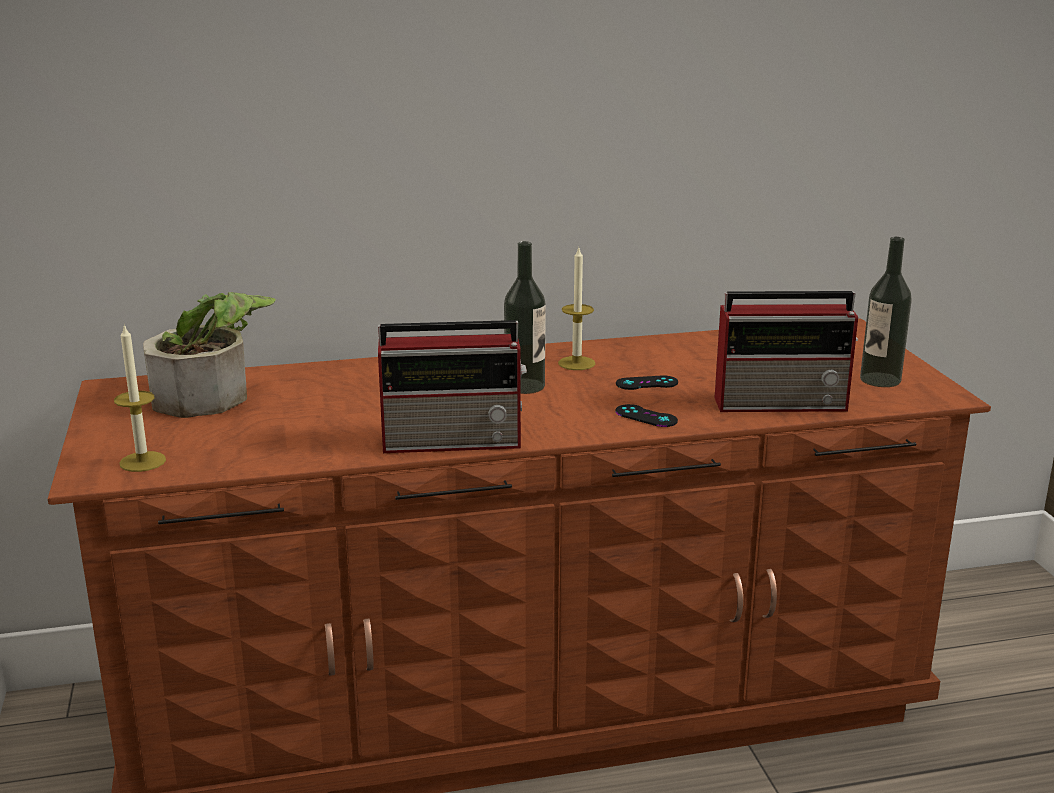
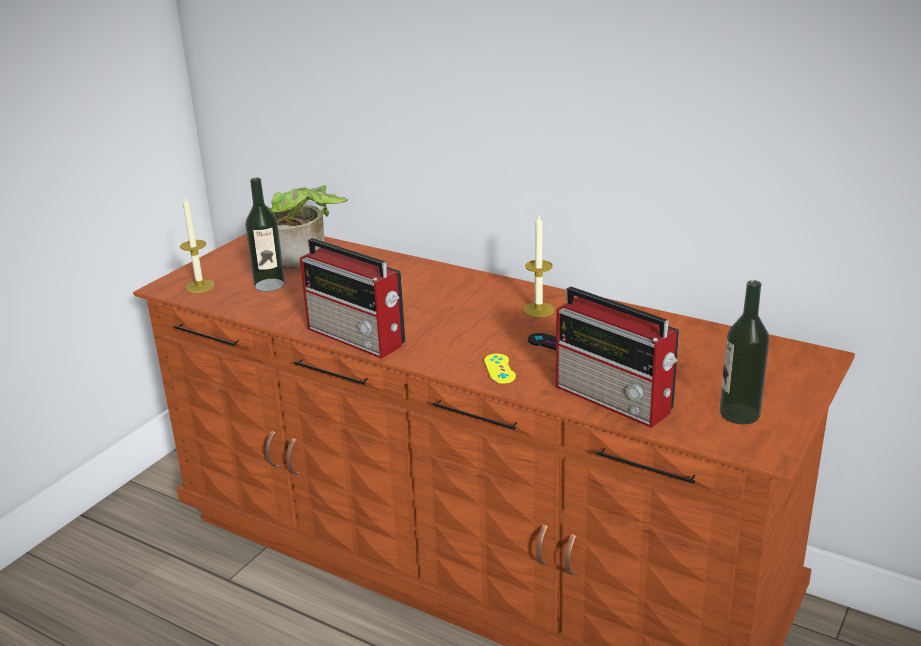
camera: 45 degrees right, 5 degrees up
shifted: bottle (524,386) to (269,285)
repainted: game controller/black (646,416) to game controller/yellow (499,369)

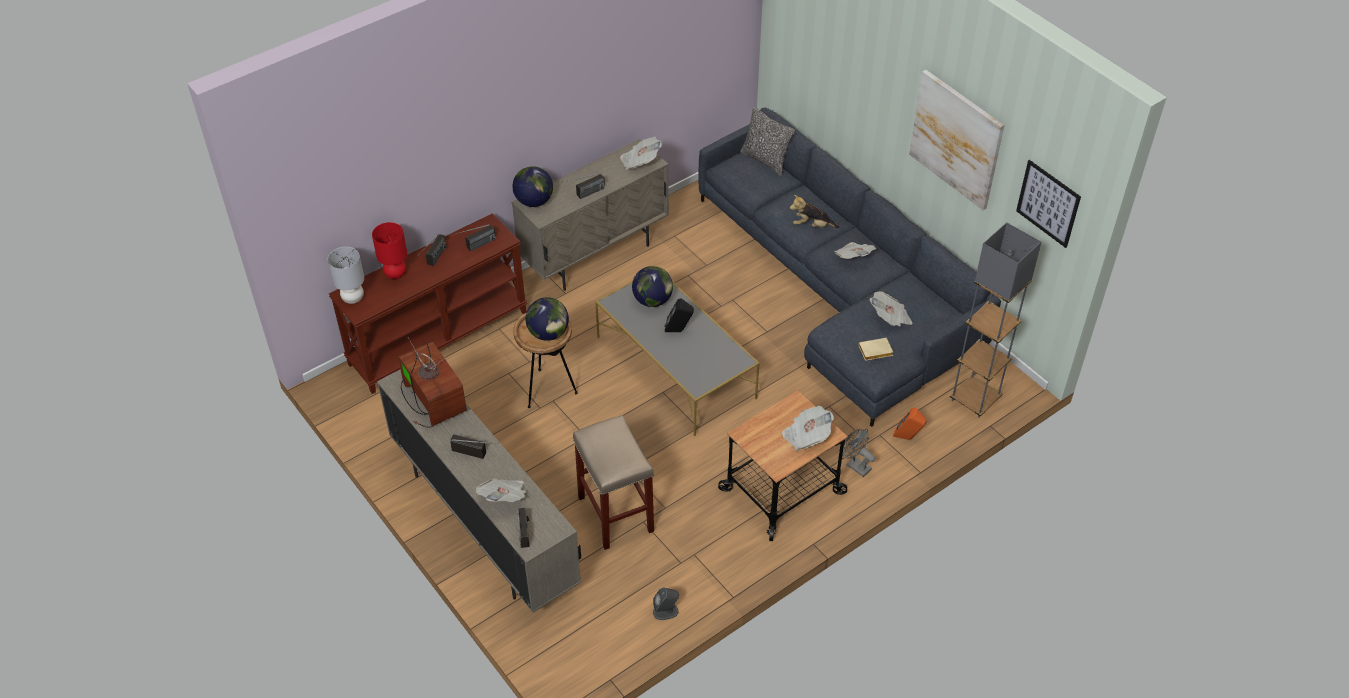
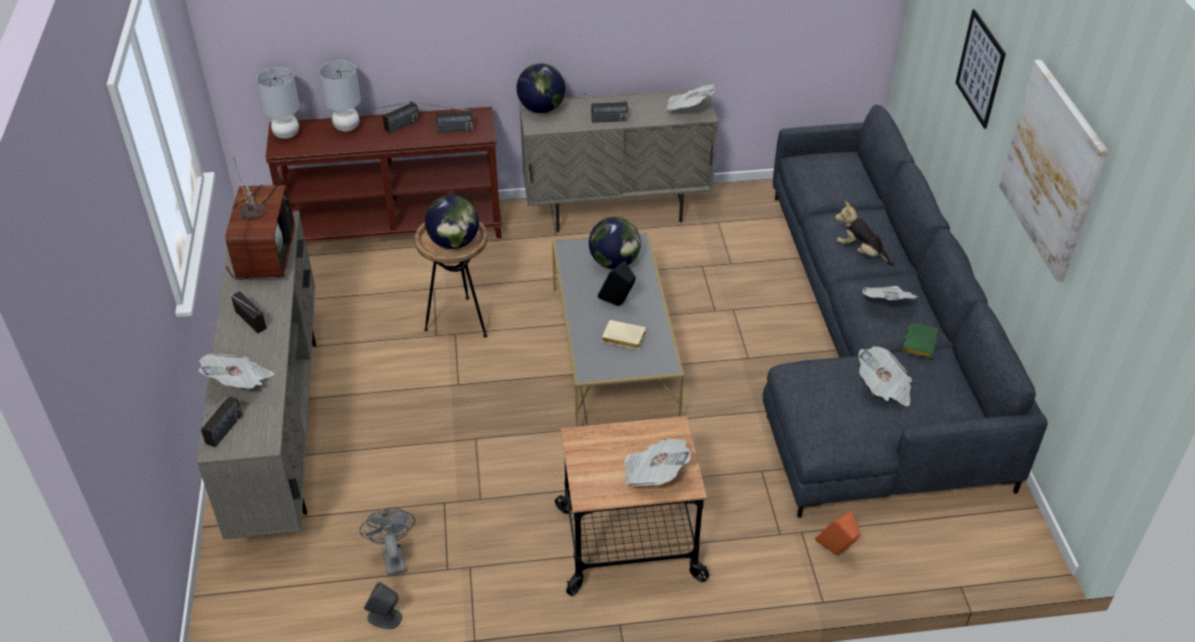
camera: 30 degrees right, 5 degrees down
gone: pillow (765,160); floor lamp/grey (975,399); stool/beige (616,515)
new: book/green (921,345)
shifted: picture (1048,203) to (980,68); book/beige (874,352) to (622,338); fan/grey (855,465) to (393,557)
repainted: table lamp/red (396,273) to table lamp/grey (347,127)

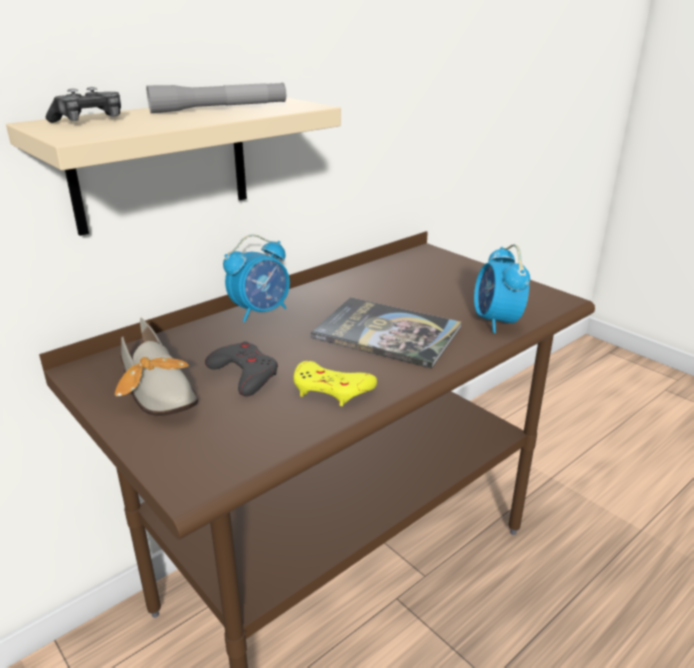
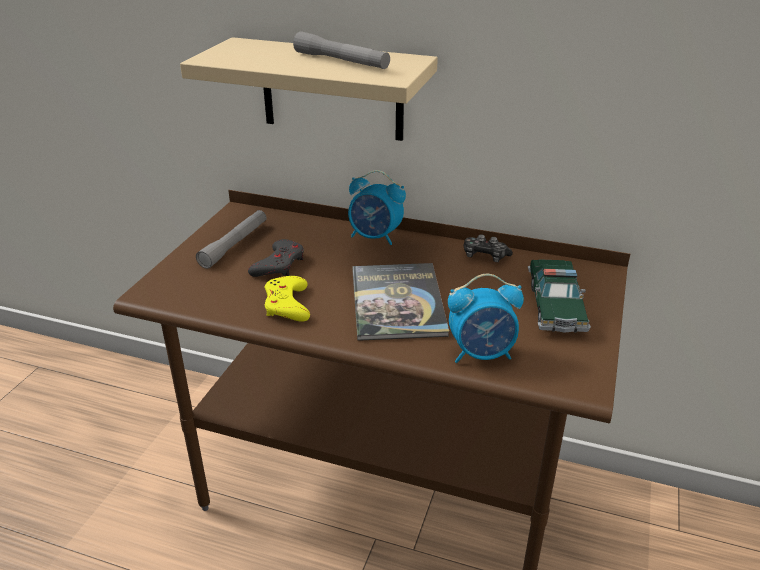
camera: 60 degrees right, 5 degrees up
new: toy car (555,305)
shifted: game controller (90,121) to (485,256)
swapped: shoe (160,391) to flashlight/grey (234,245)
rotated: alarm clock (496,322) = (482,354) 150 degrees counterclockwise

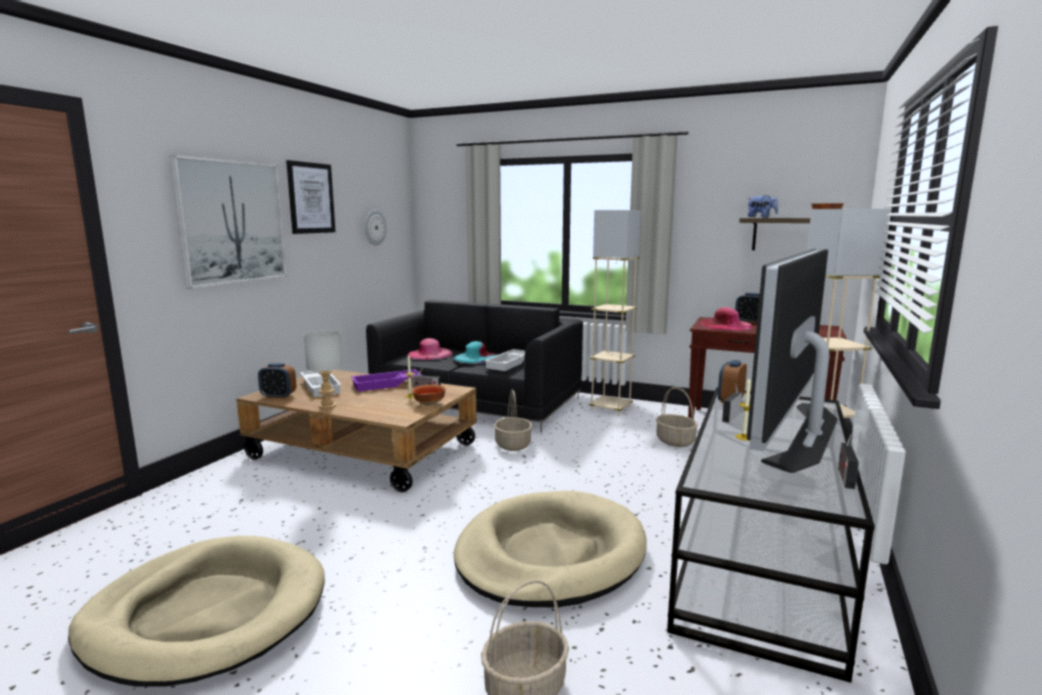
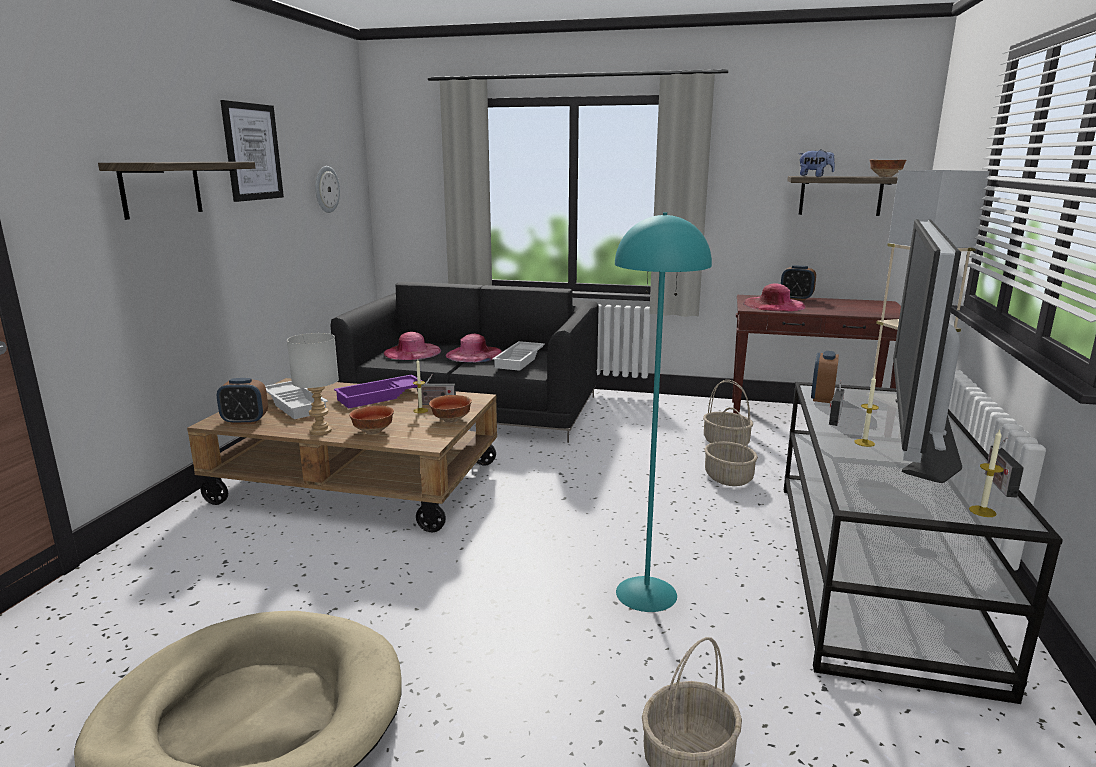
camera: 10 degrees left, 5 degrees up
gone: floor lamp/beige (610,408)
new: bowl (372,431); candle (982,511)
shifted: basket (512,445) to (727,477)
swapped: picture (232,222) to shelf (161,189); dog bed/beige (550,554) to floor lamp/turquoise (645,593)
repainted: hat/turquoise (476,358) to hat/pink (474,354)

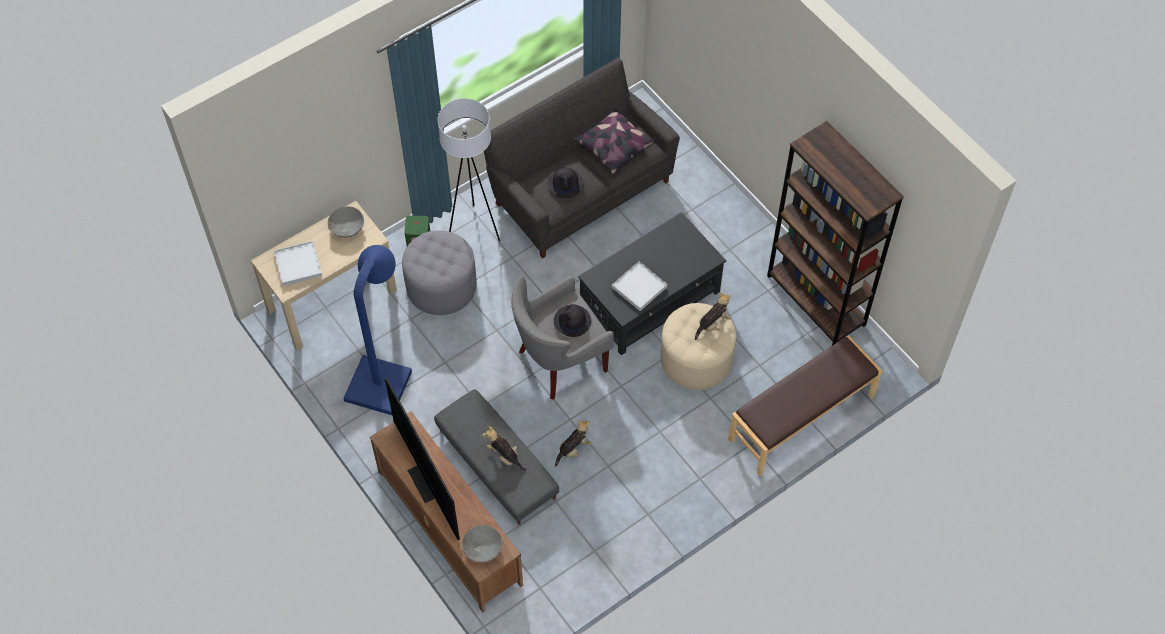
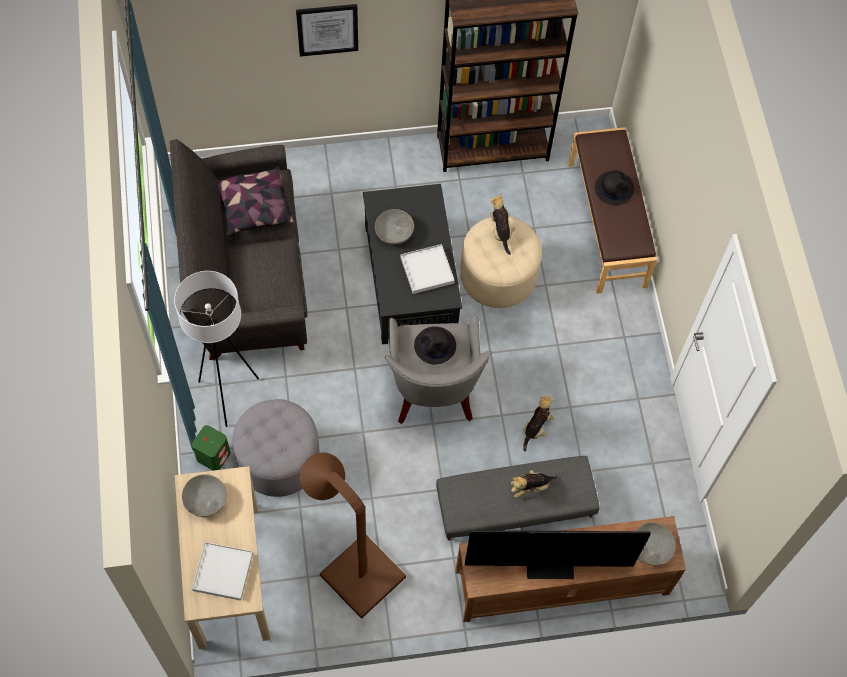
camera: 65 degrees left, 5 degrees up
new: picture (327,29); bowl/grey (394,232)
shifted: hat/black (565,184) to (614,188)
repainted: floor lamp/blue (382,377) to floor lamp/brown (354,567)
rotated: plush toy (573,449) = (536,428) 45 degrees clockwise

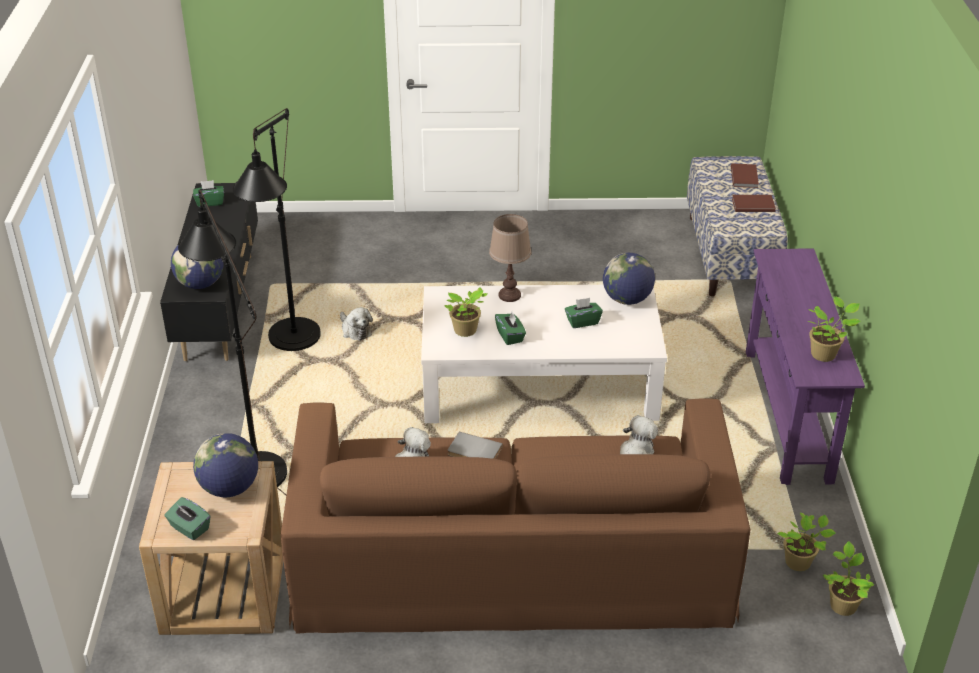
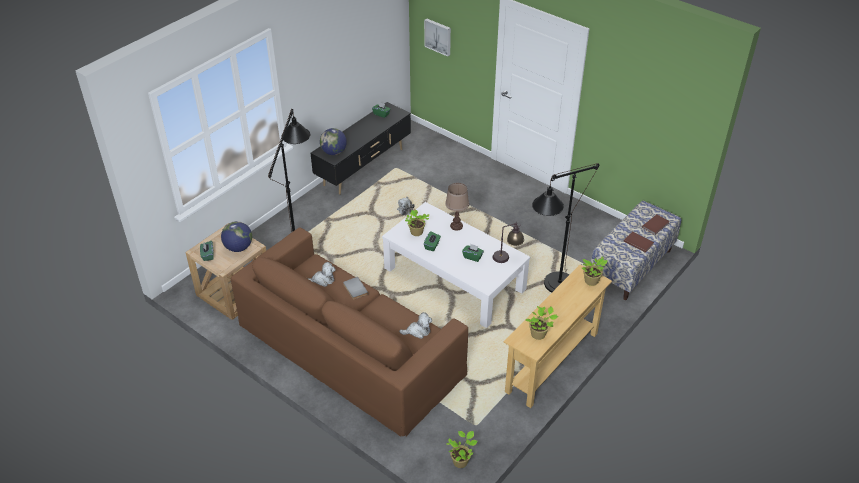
camera: 40 degrees right, 5 degrees up
new: picture (438,36)
shifted: floor lamp/black (291,345) to (553,288); potted plant (800,563) to (592,282)
swapped: globe (627,299) to table lamp (507,257)
repainted: console table/purple (788,414) to console table/beige (552,362)

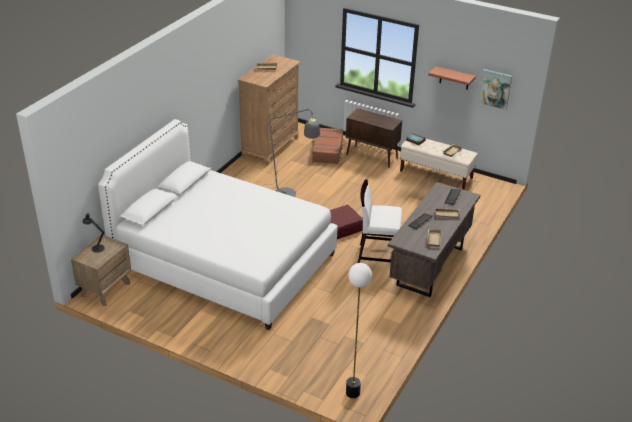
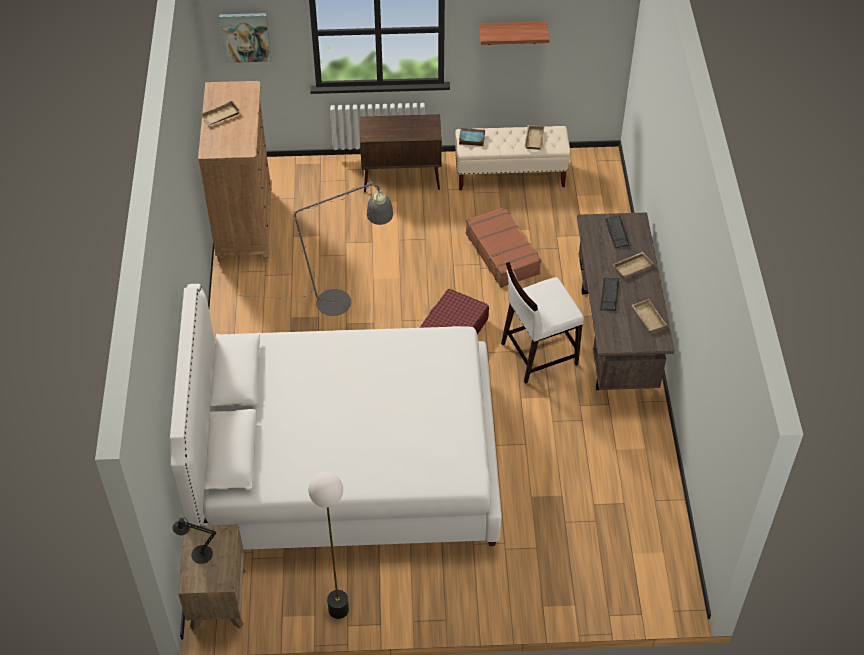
camera: 30 degrees left, 15 degrees up
shifted: picture (495,88) to (245,37); suitcase/brown (328,150) to (502,253); floor lamp (352,393) to (338,610)

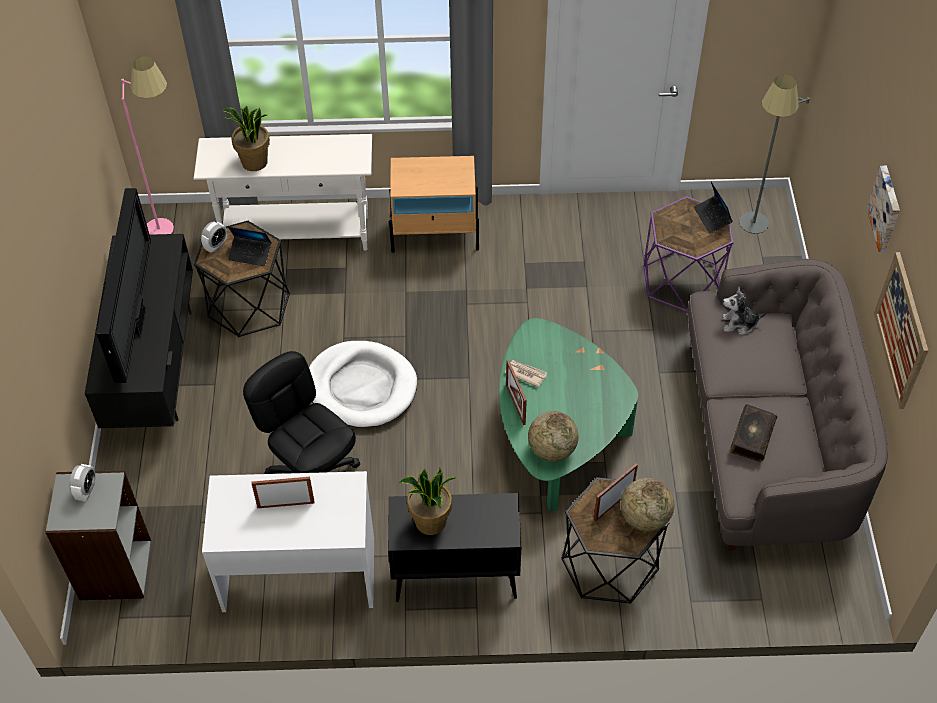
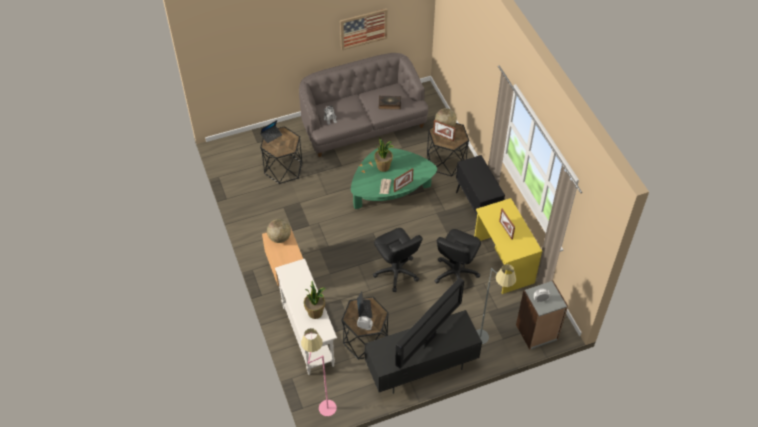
camera: 110 degrees left, 0 degrees up
gone: picture (886,208)
shifted: floor lamp/grey (752,232) to (488,336); globe (552,450) to (279,238); potted plant (430,522) to (383,167)
swapped: dog bed/white (361,387) to office chair/black (396,272)
repainted: side table/purple (682,281) to side table/black (283,168); desk/white (299,573) to desk/yellow (502,262)
rotated: television (138,320) = (429,338) 150 degrees clockwise

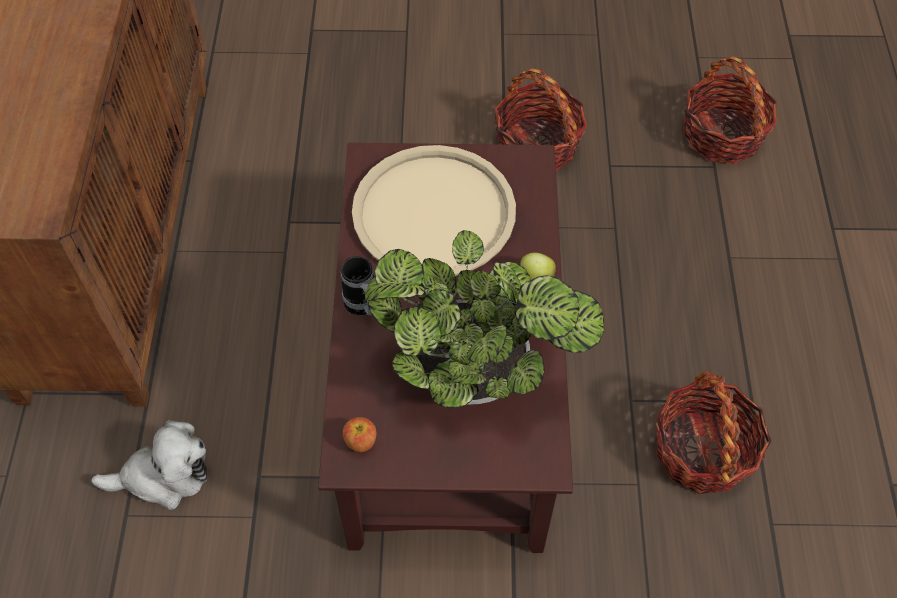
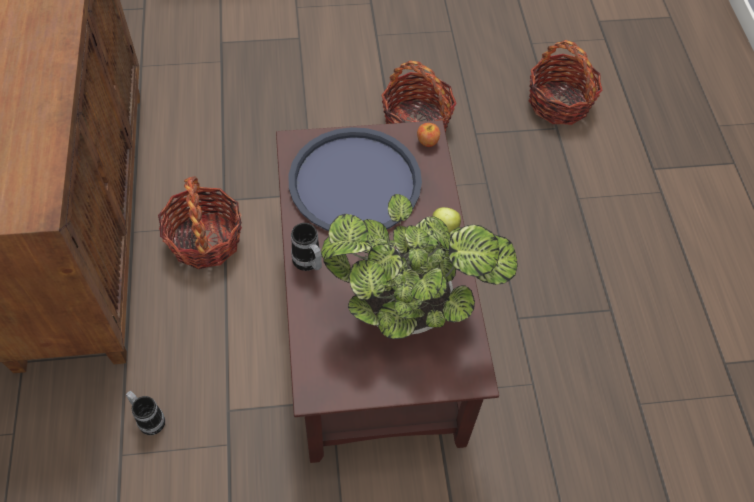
camera: 10 degrees left, 0 degrees up
shifted: basket (702,450) to (205,240); apple (361,441) to (427,141)
swapped: plush toy (164,476) to mug (148,419)
repainted: tray/beige (434,213) to tray/blue (355,182)

